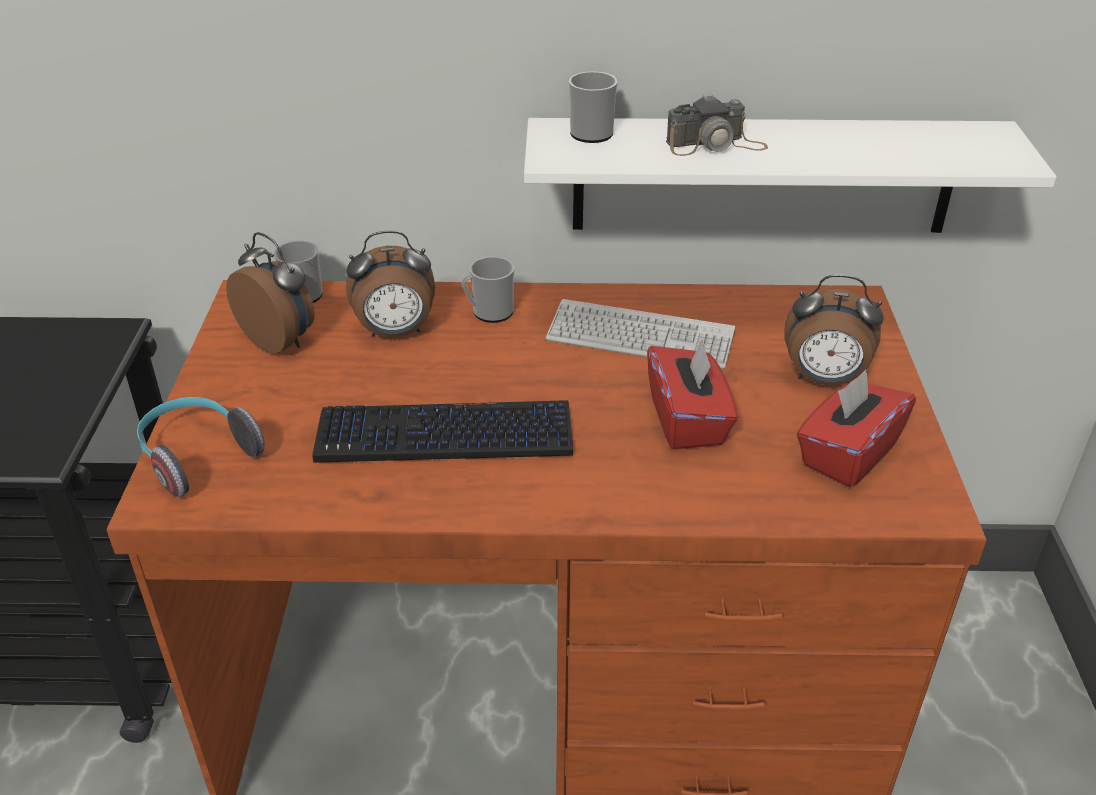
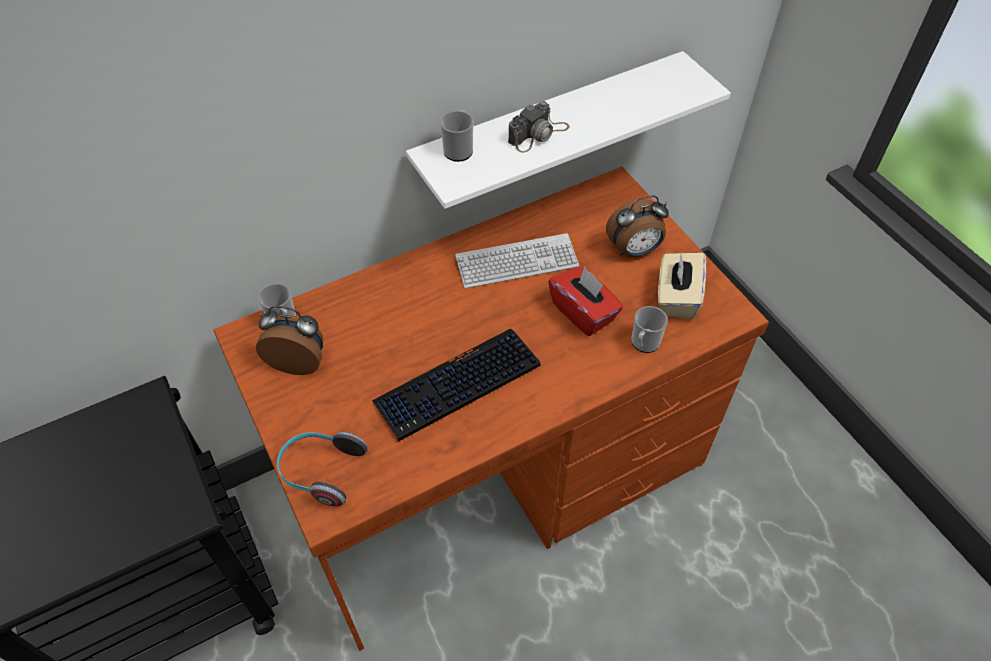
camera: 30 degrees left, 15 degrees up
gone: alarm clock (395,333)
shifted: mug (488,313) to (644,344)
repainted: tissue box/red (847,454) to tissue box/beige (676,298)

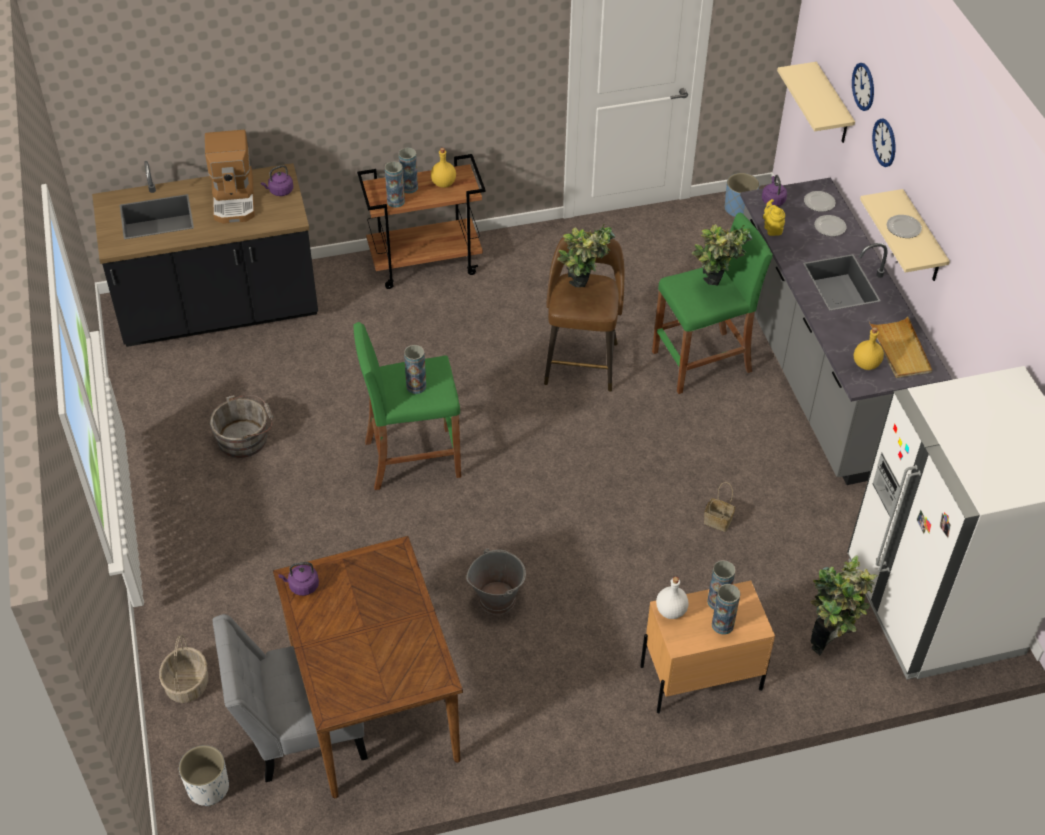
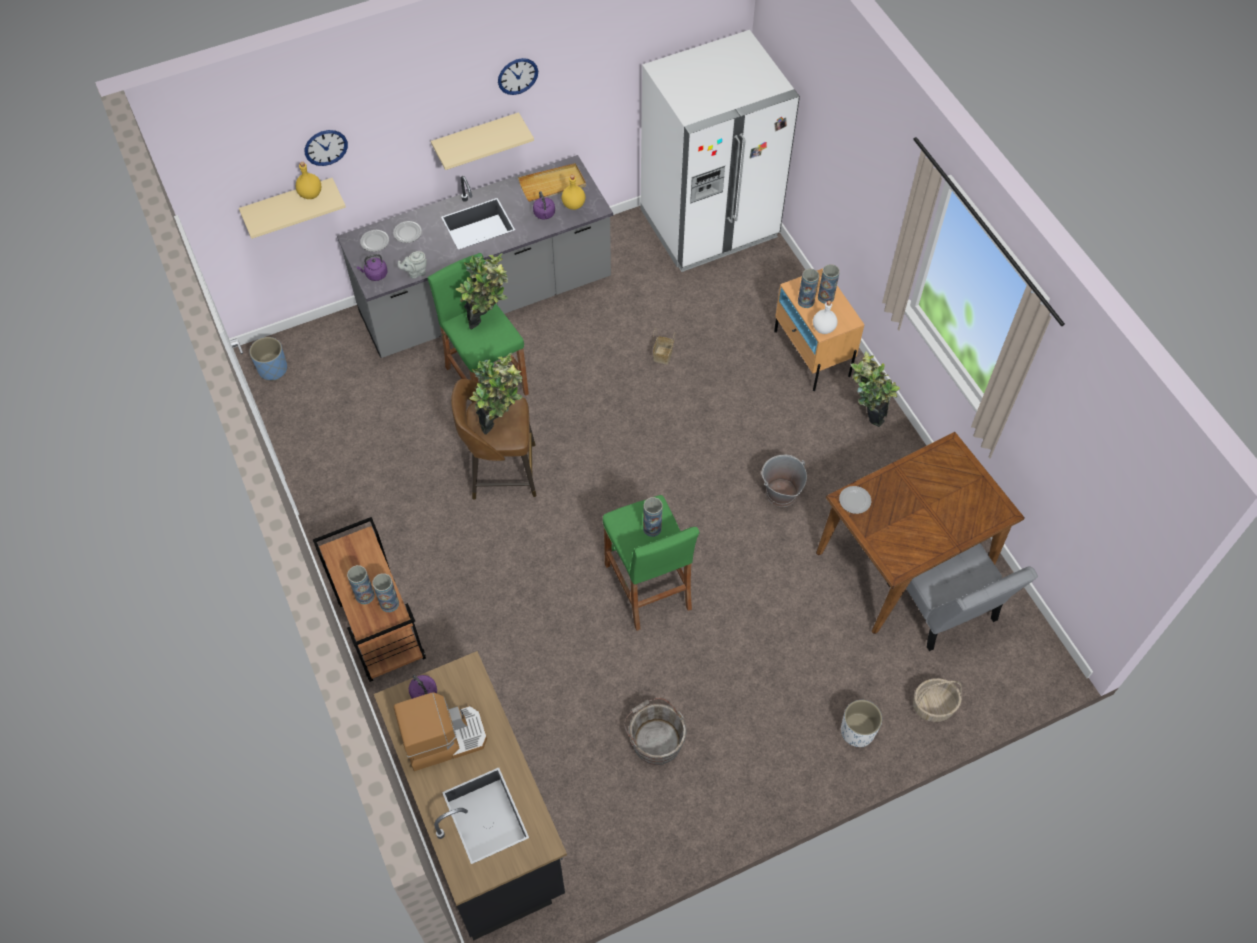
camera: 100 degrees left, 10 degrees up
shifted: wall clock (884,142) to (517,76); bottle/yellow (443,184) to (311,194); plate (903,228) to (855,501); potted plant (829,638) to (865,415); kettle/purple (302,586) to (544,214); planter/white (208,788) to (857,731)
repainted: teapot/yellow (772,229) to teapot/grey (415,272)

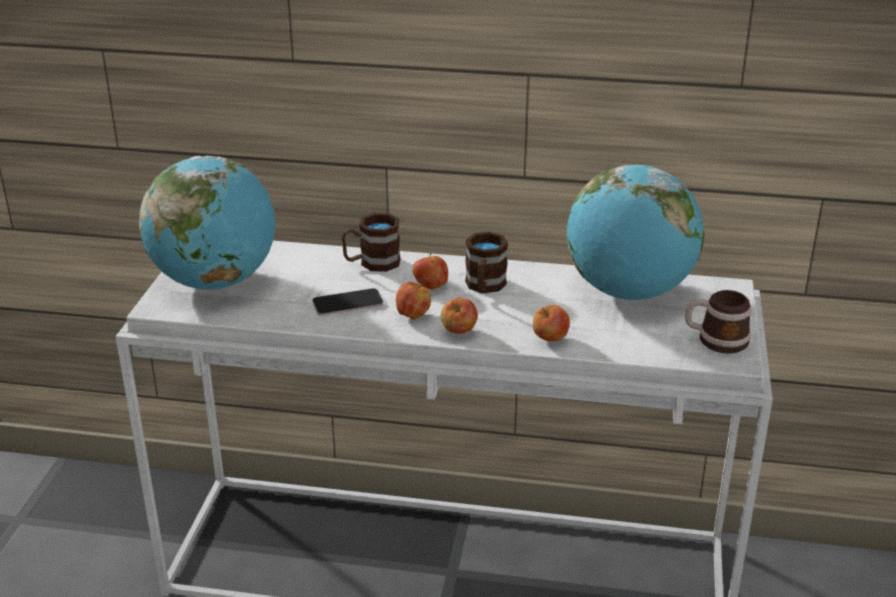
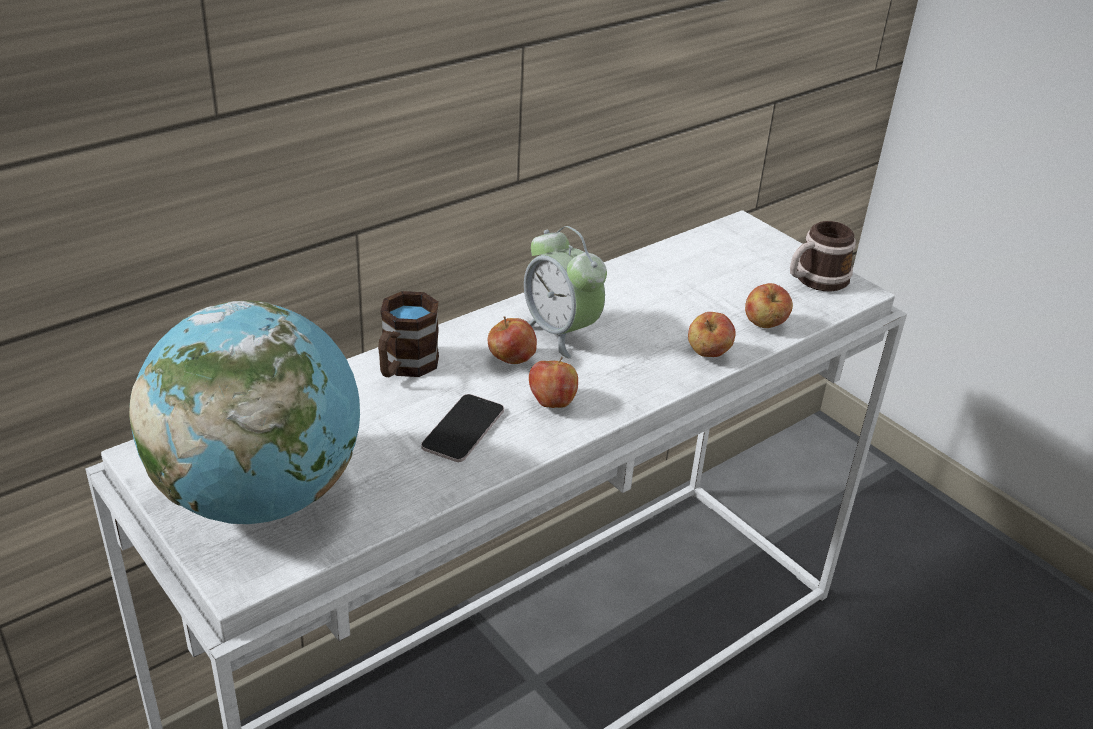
camera: 50 degrees left, 5 degrees up
gone: globe (629,292)
shifted: apple (459,332) to (764,325)
swapped: mug/brown (484,287) to alarm clock (560,332)

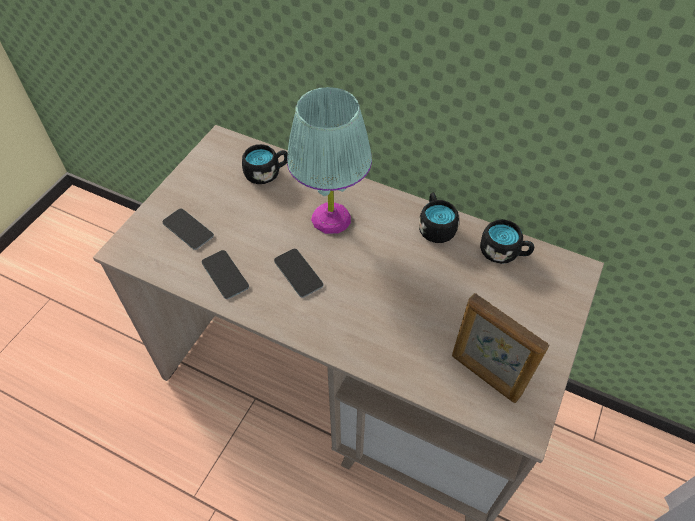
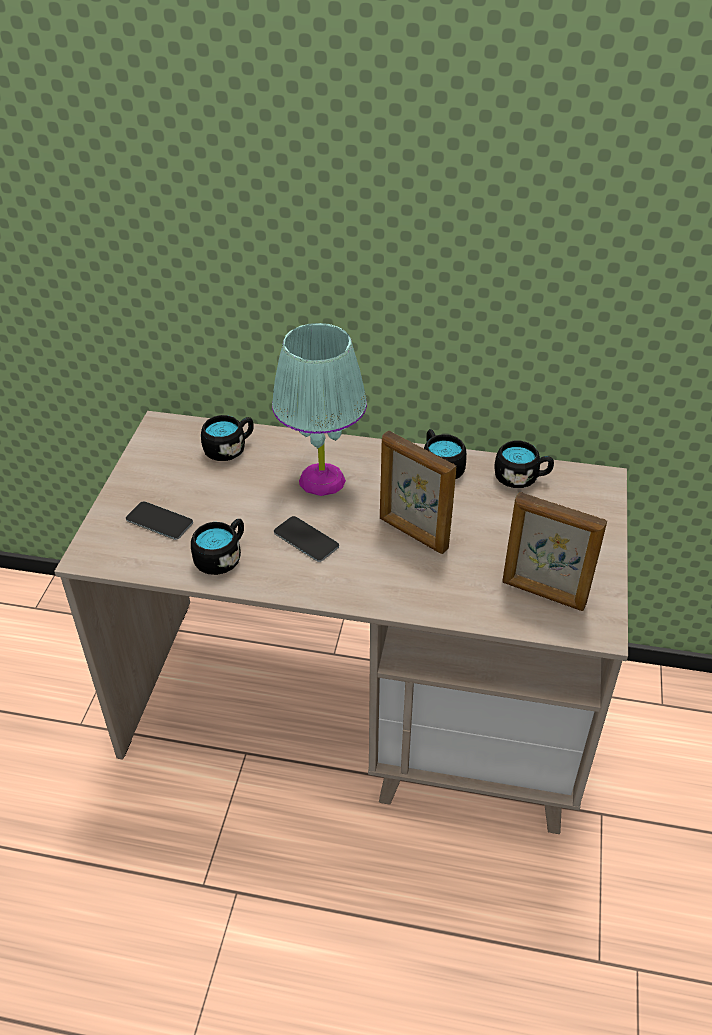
camera: 15 degrees left, 10 degrees down
new: picture frame (412,534)
swapped: phone (225,274) to mug/black (222,557)

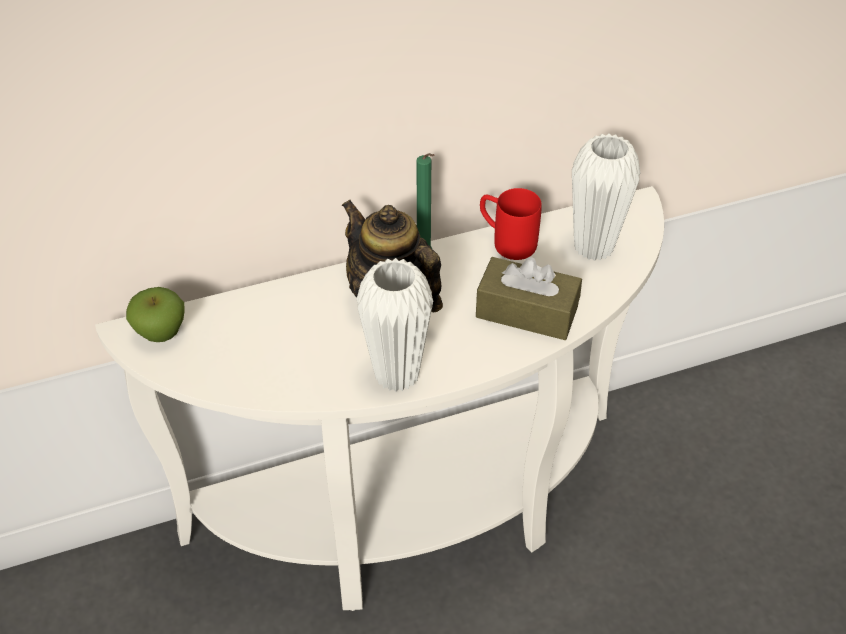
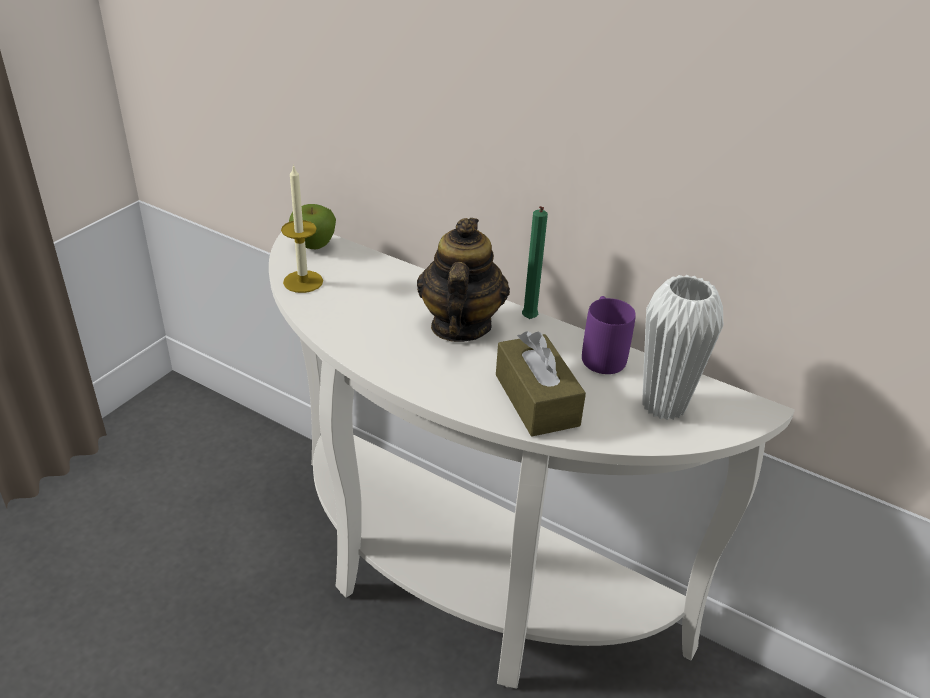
camera: 50 degrees right, 10 degrees down
gone: vase/white (397,375)
new: candle (303,281)
repainted: mug/red (506,241) to mug/purple (601,353)

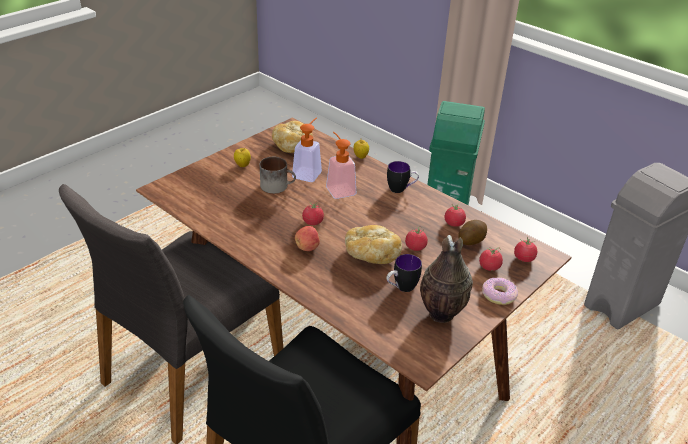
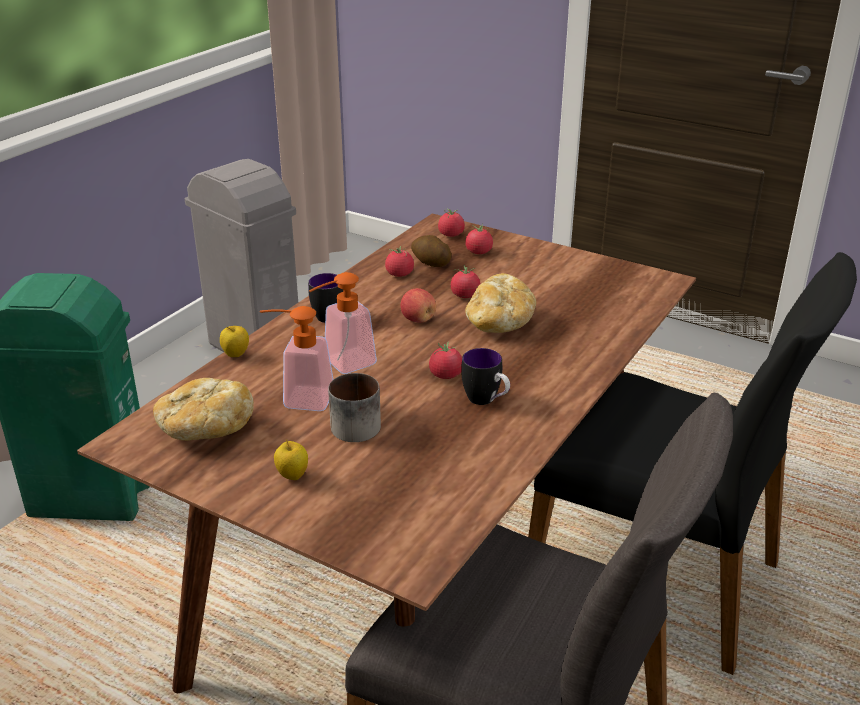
camera: 100 degrees left, 5 degrees down
gone: vase (440,315); donut (498,295)
shifted: apple (307,247) to (418,320); mug (401,288) to (486,401)

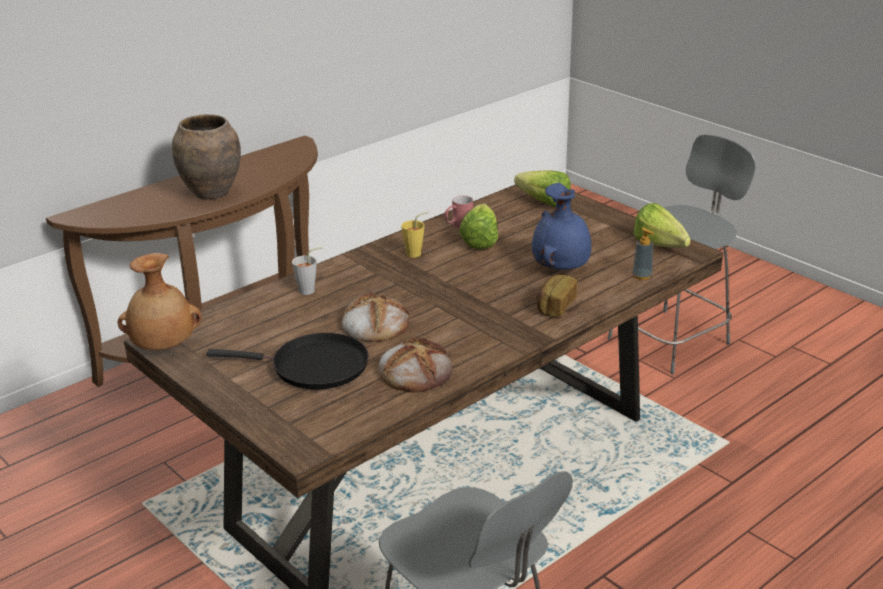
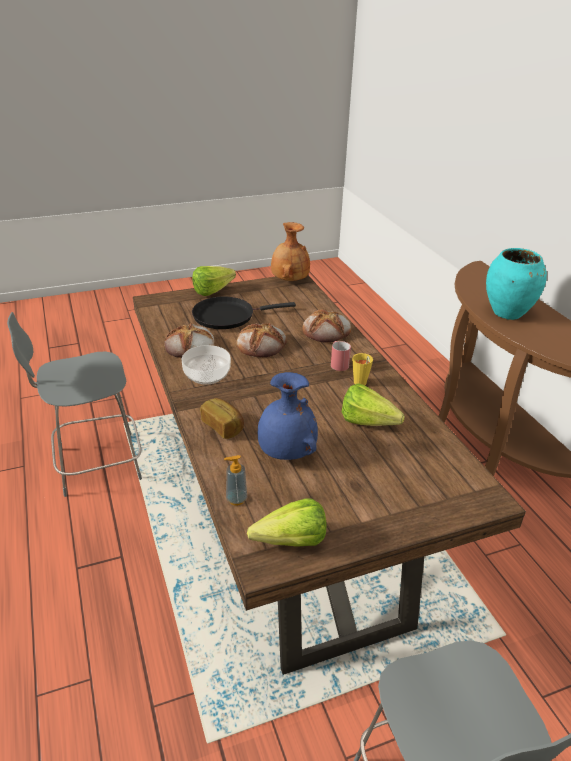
camera: 110 degrees right, 5 degrees up
new: bowl (206,374)
shifted: lettuce (540,201) to (216,291); mug/red (458,225) to (338,363)
swapped: cup/grey (310,290) to bread (327,331)
repainted: vase/brown (211,193) to vase/turquoise (507,313)
rotated: frying pan/black (313,367) = (227,316) 45 degrees clockwise

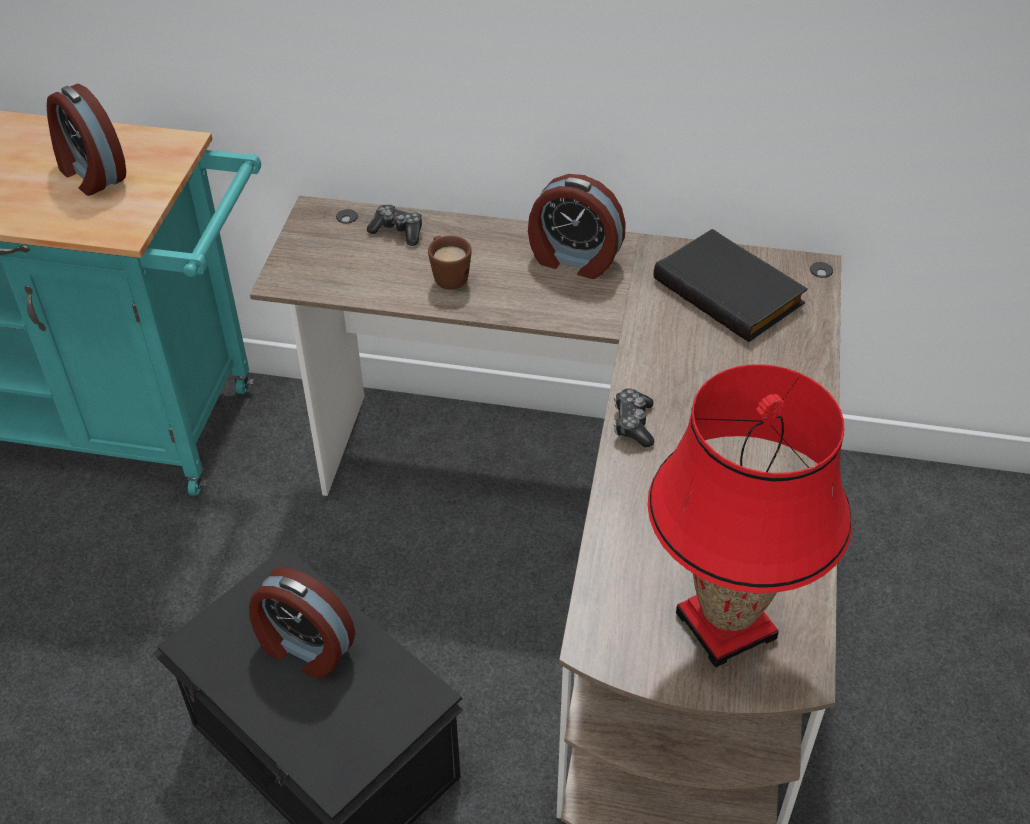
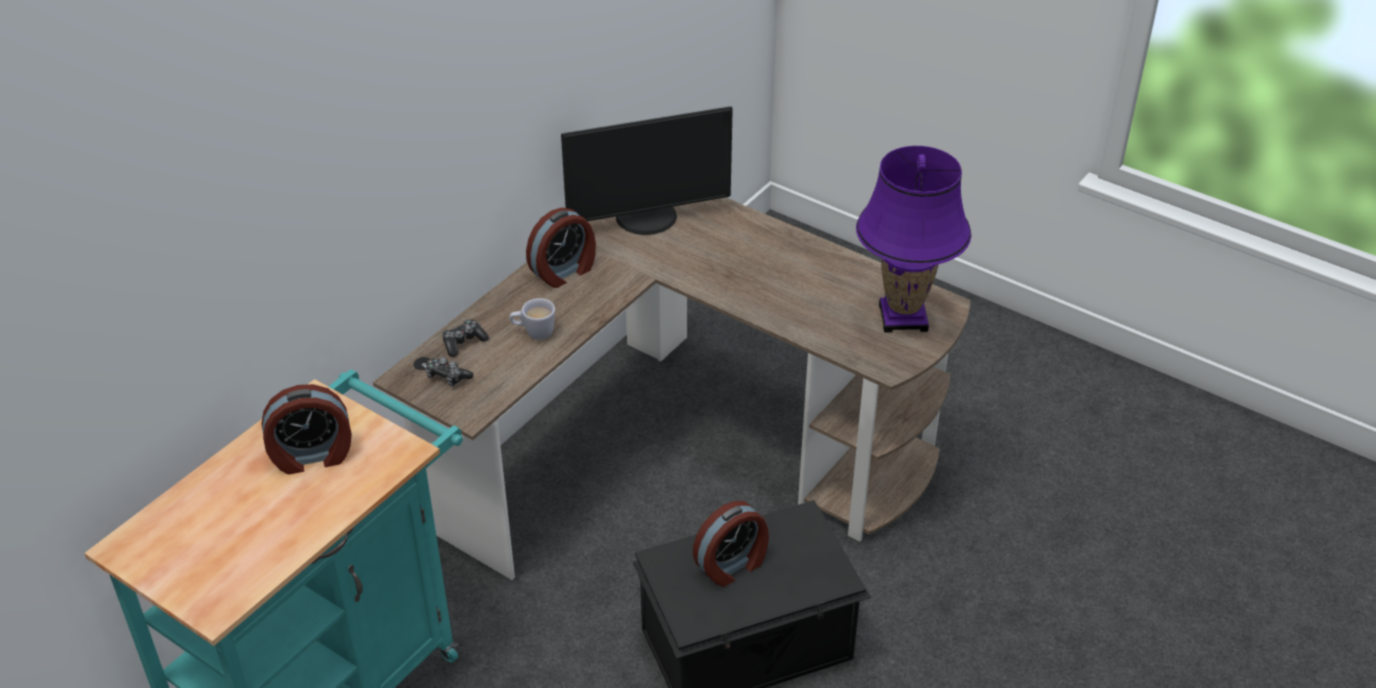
camera: 65 degrees left, 5 degrees down
shifted: game controller (633,424) to (447,377)
swapped: book/black (731,290) to monitor (647,218)
repainted: mug/brown (448,276) to mug/white (533,333); table lamp/red (726,624) to table lamp/purple (903,317)

